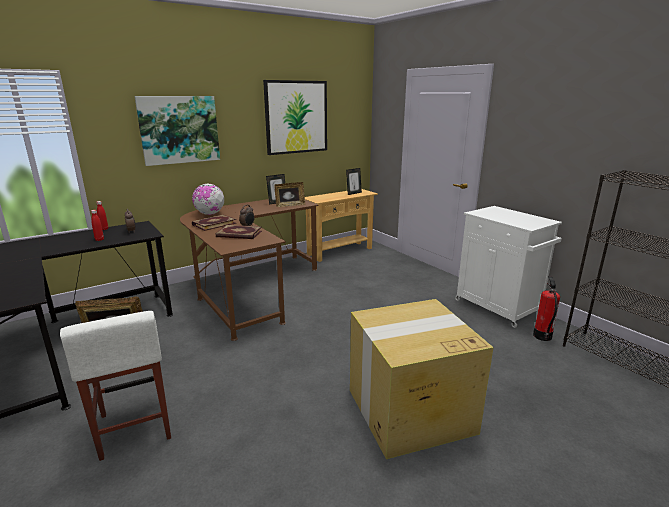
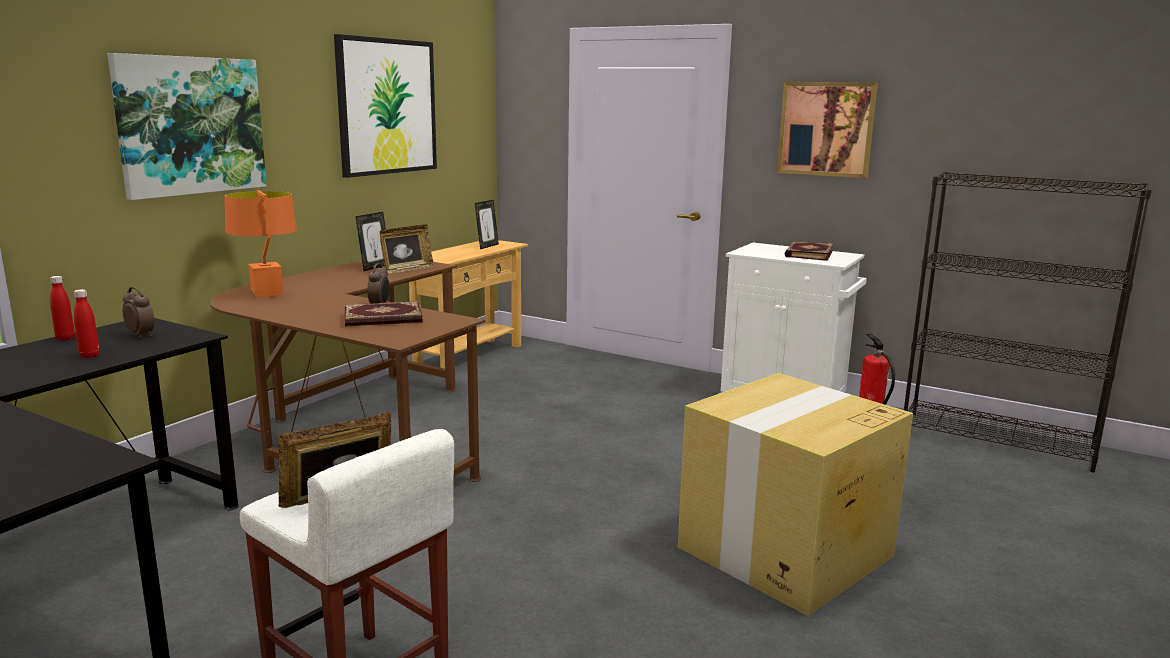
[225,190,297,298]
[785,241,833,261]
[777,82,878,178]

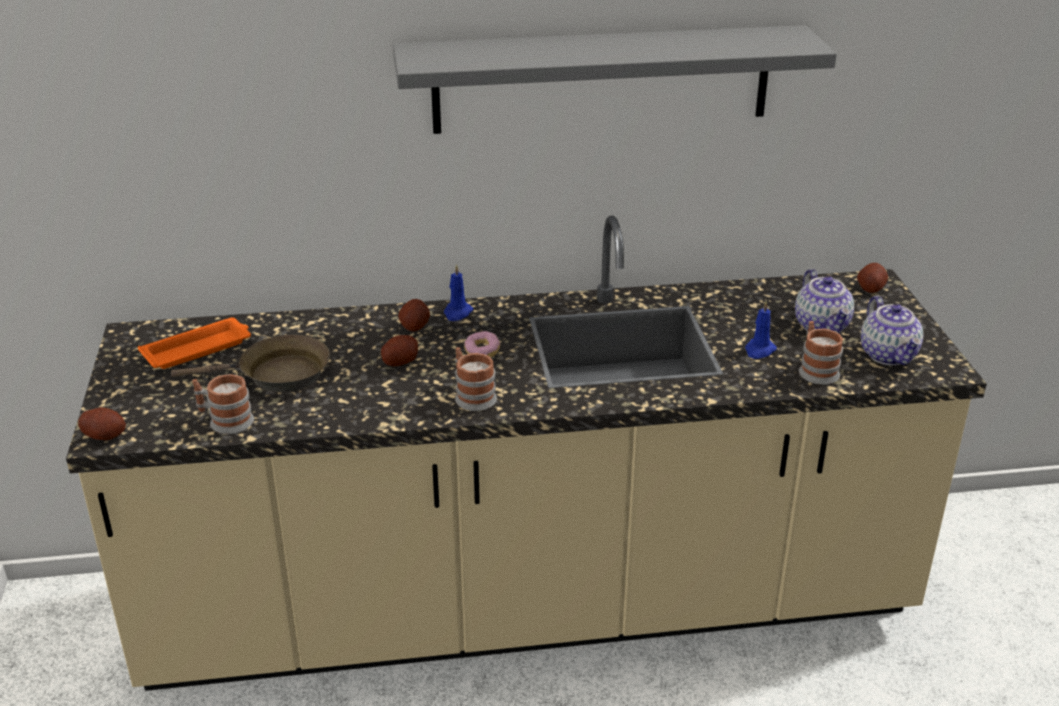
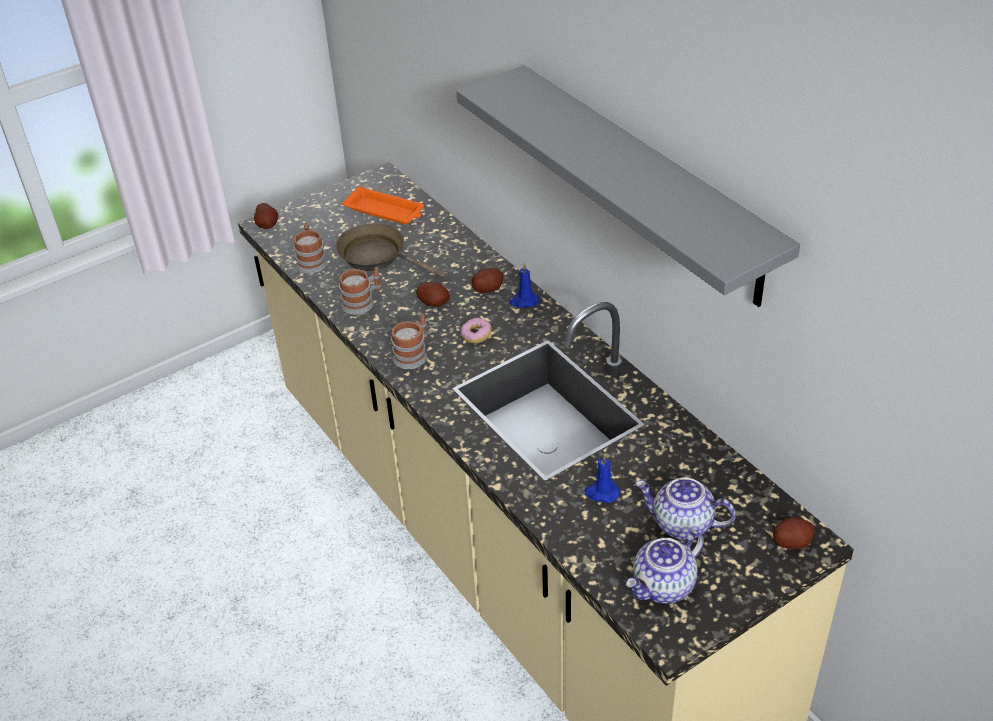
[636,477,736,540]
[339,267,381,315]
[336,223,447,278]

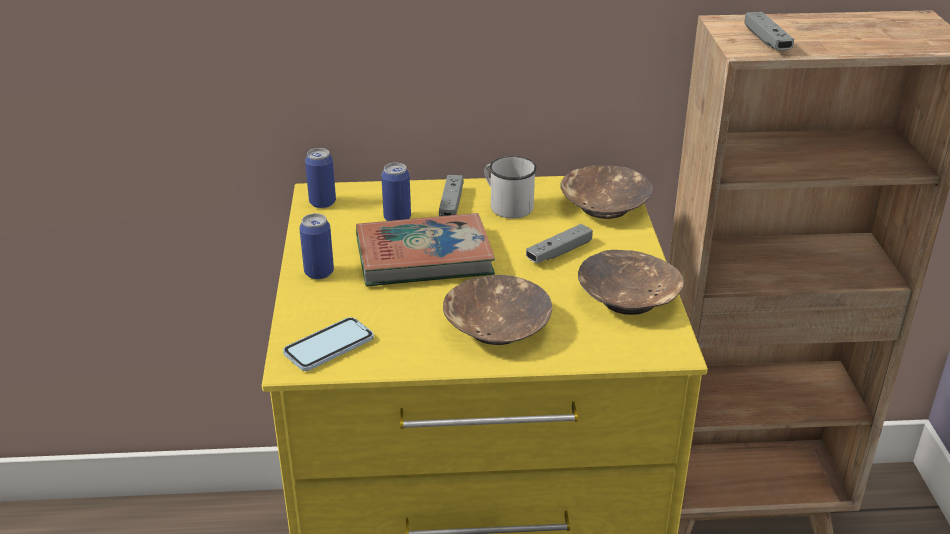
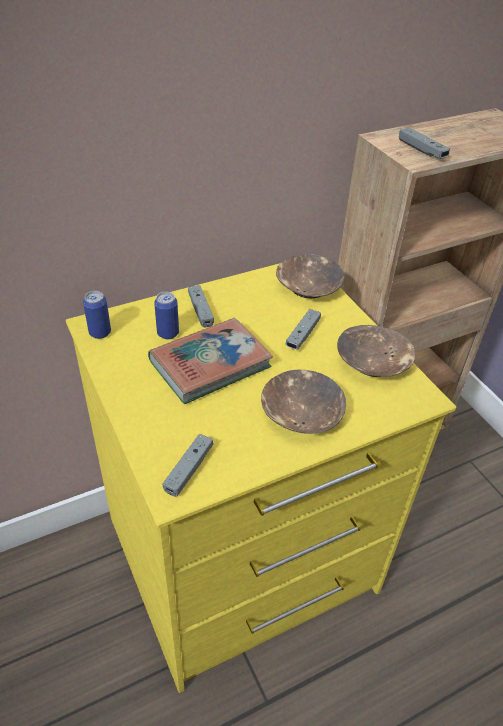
[484,156,537,219] (first image)
[299,213,334,280] (first image)
[163,434,213,497]

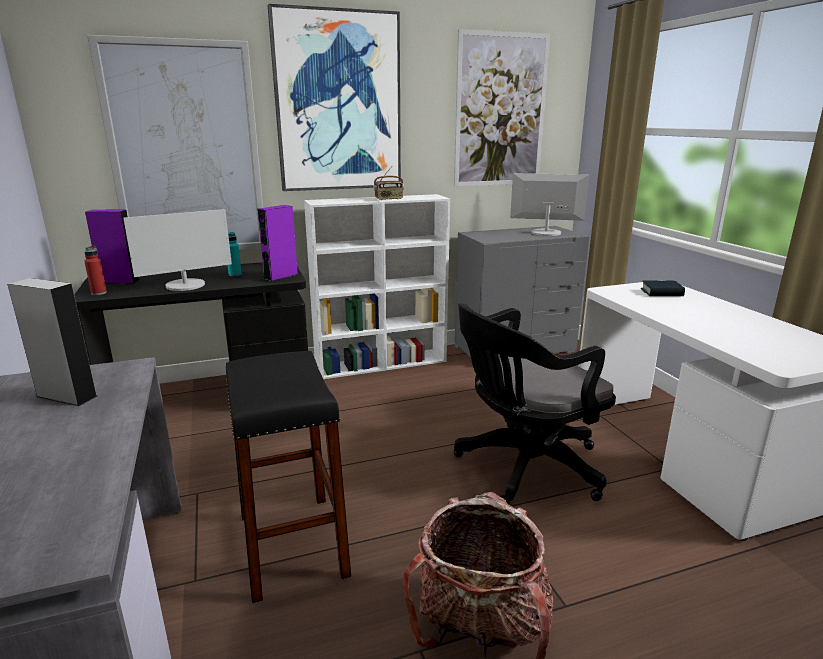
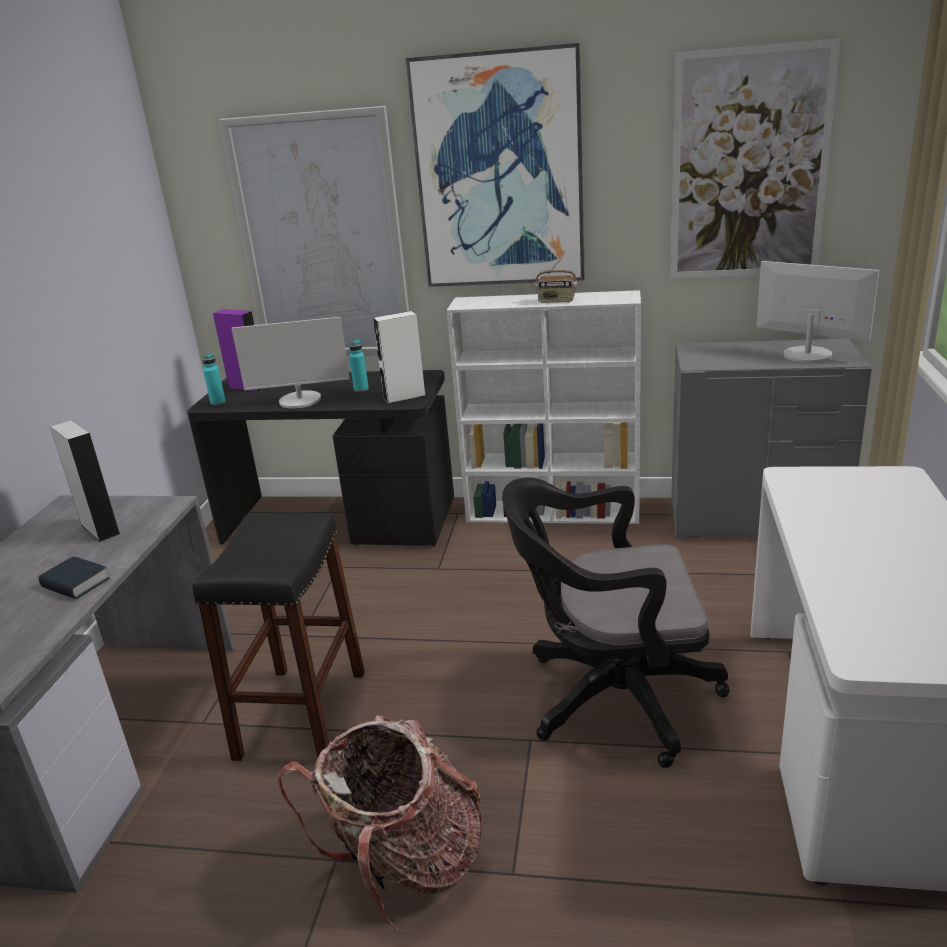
[373,311,426,404]
[203,353,226,405]
[38,557,110,599]

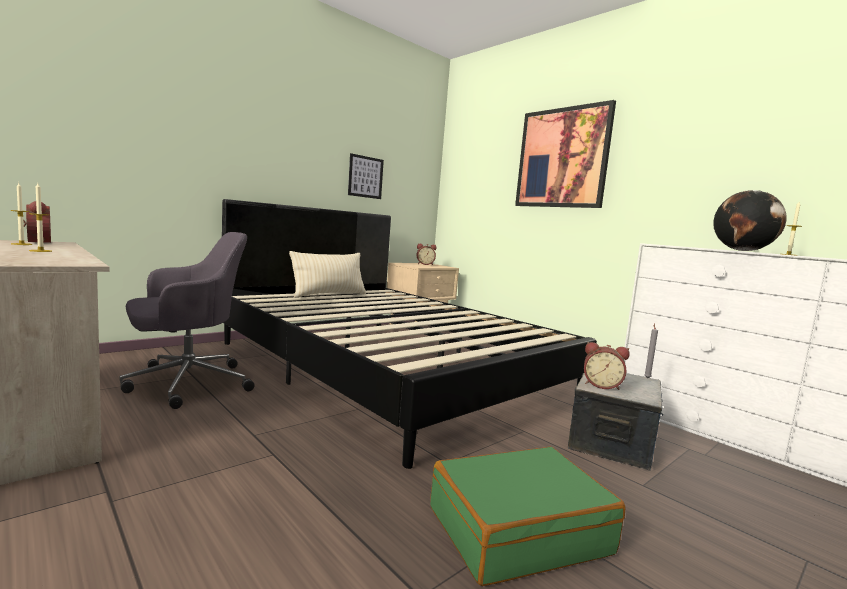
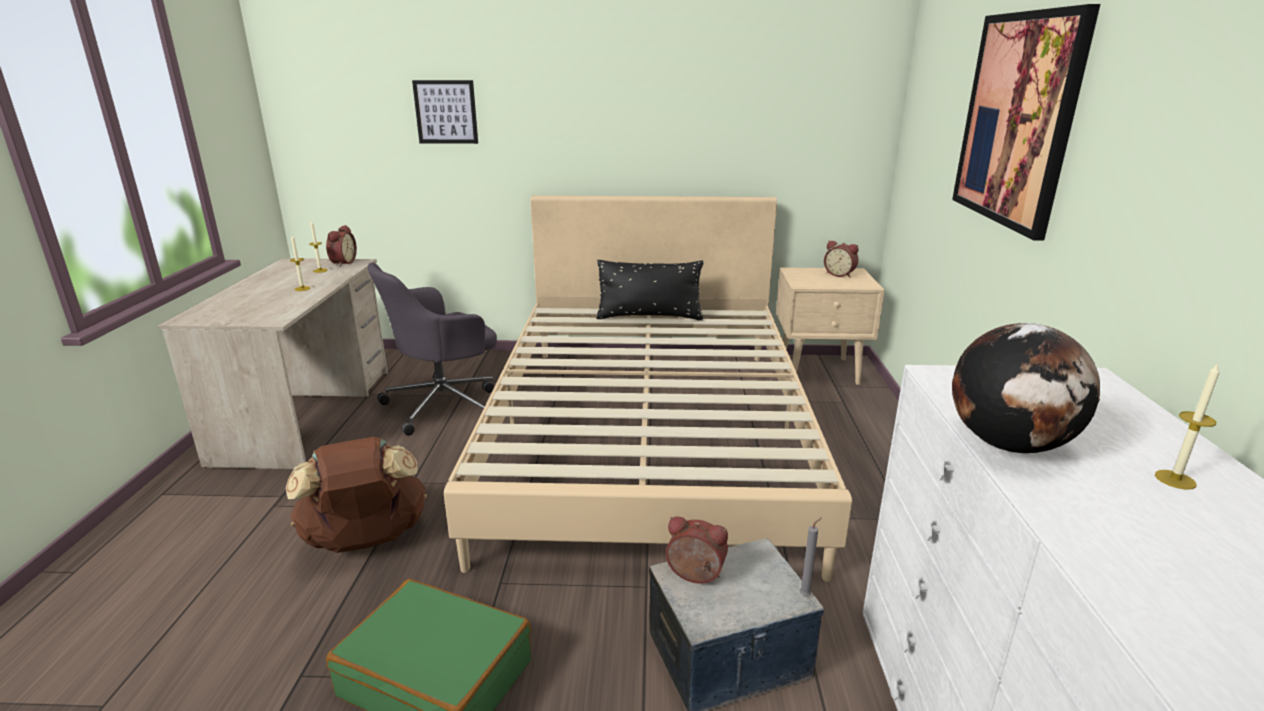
[412,80,478,144]
[444,195,852,582]
[368,262,497,436]
[596,260,704,320]
[666,516,728,584]
[286,437,427,553]

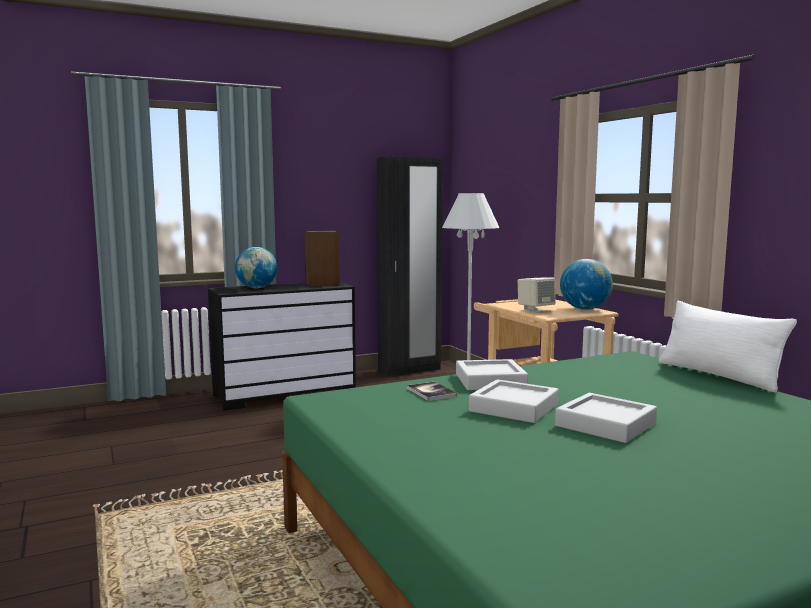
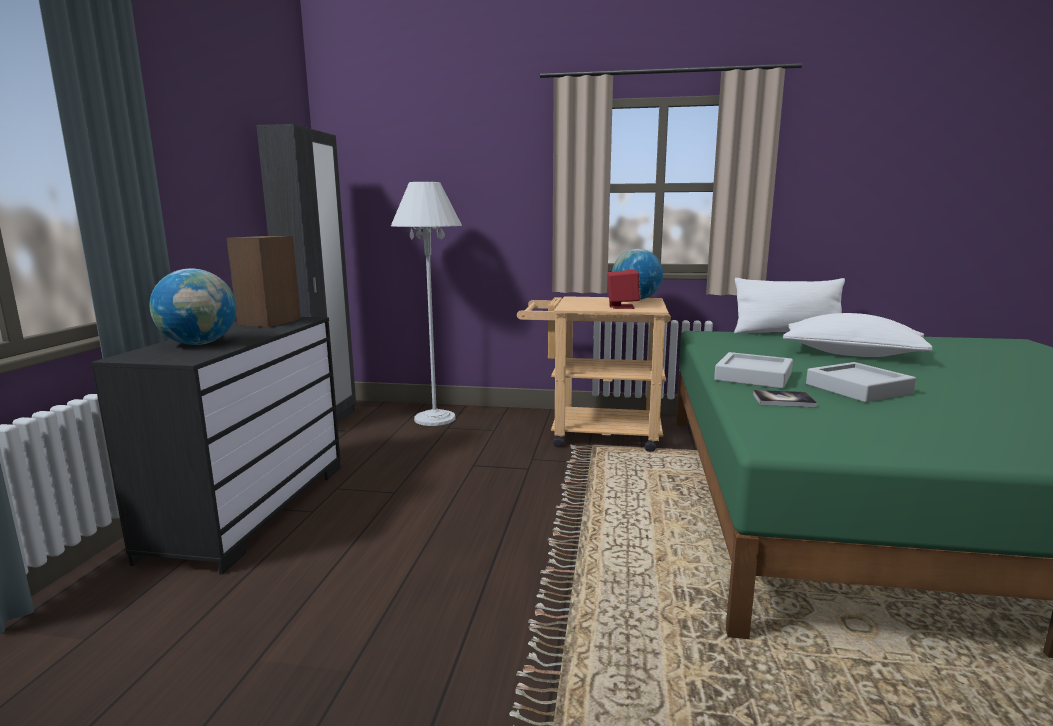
[607,269,641,309]
[555,393,657,443] (first image)
[783,313,933,357]

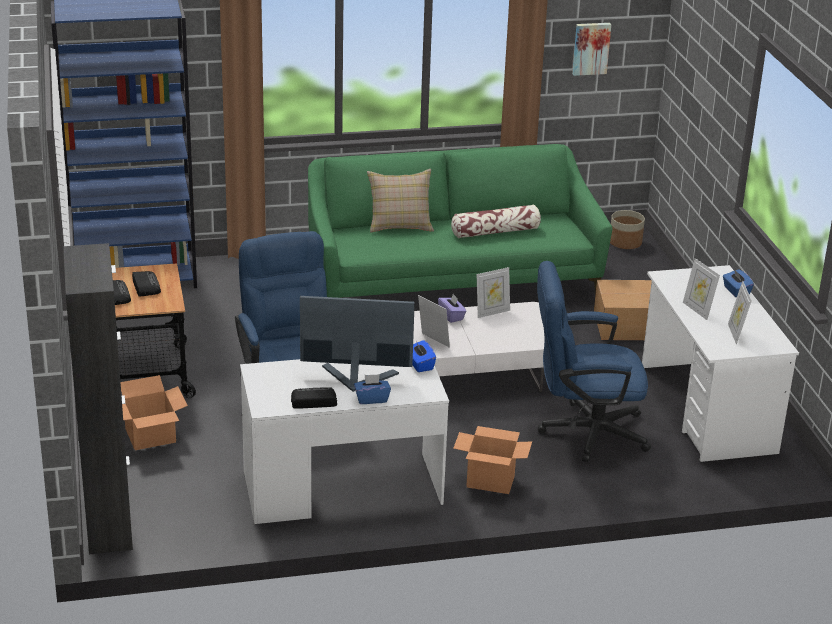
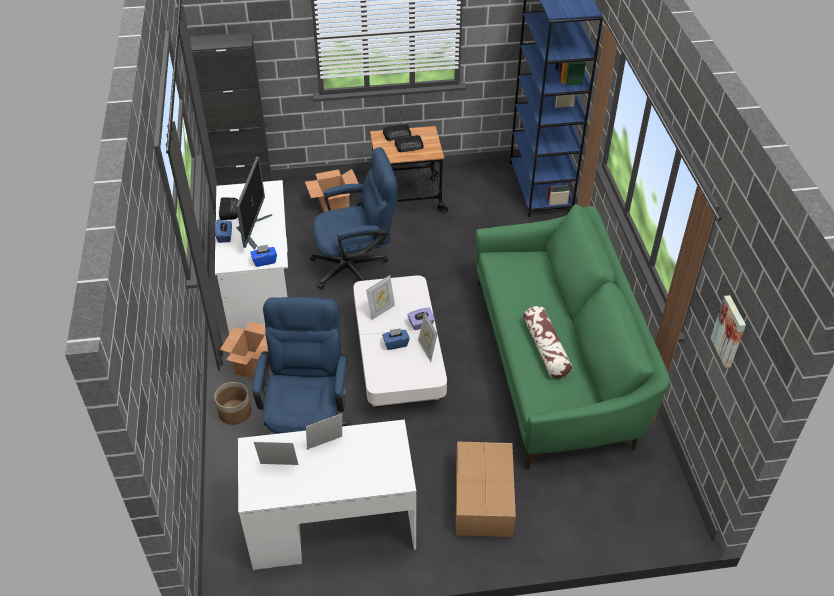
[367,169,434,233] (first image)
[214,382,251,425]
[382,328,410,350]

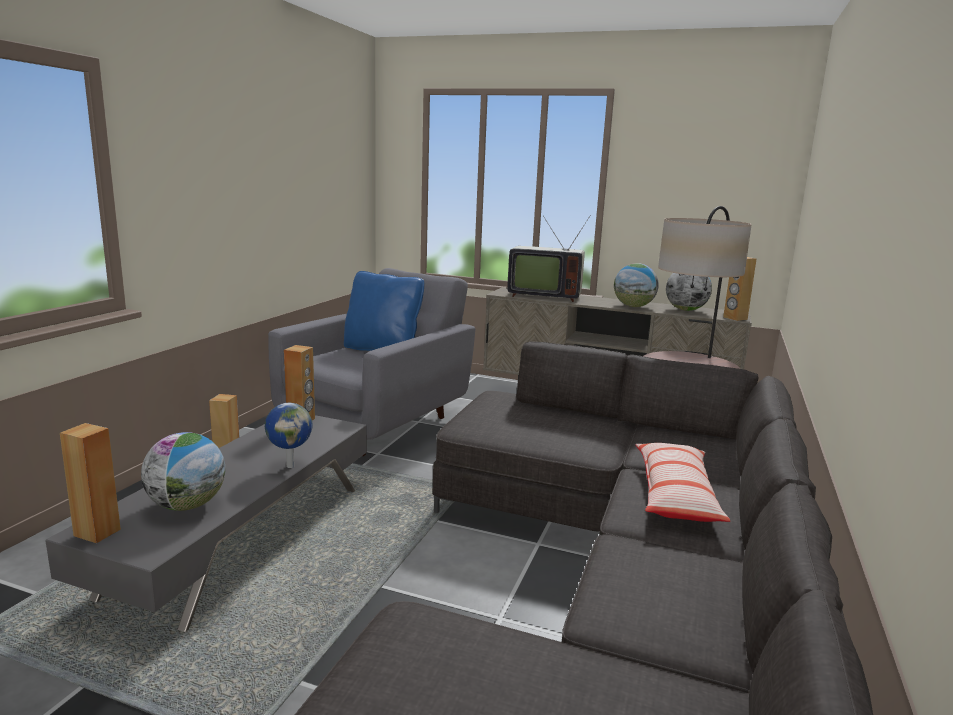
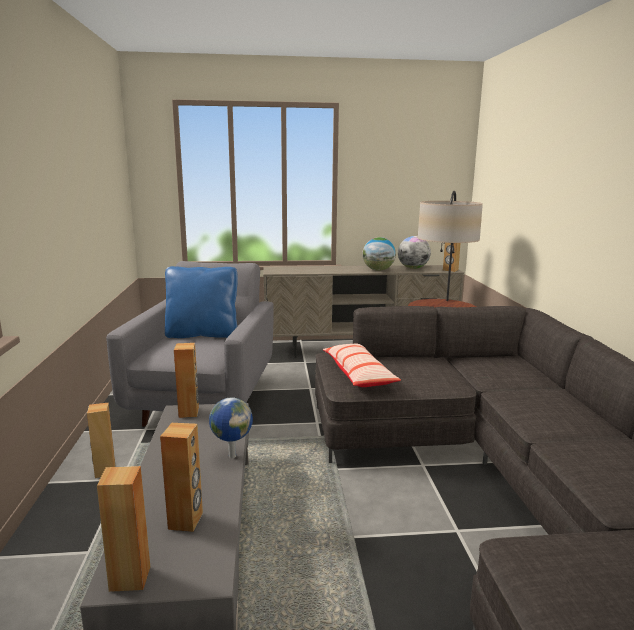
[508,215,591,302] (first image)
[160,423,203,532]
[323,344,401,387]

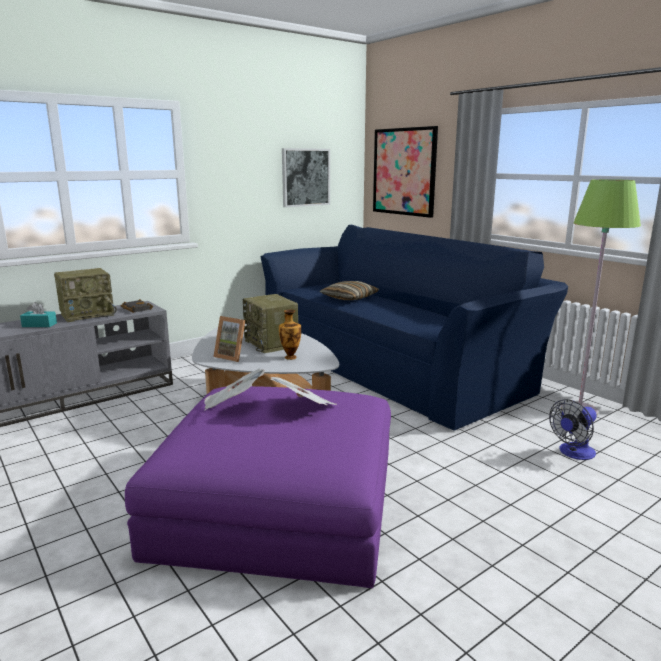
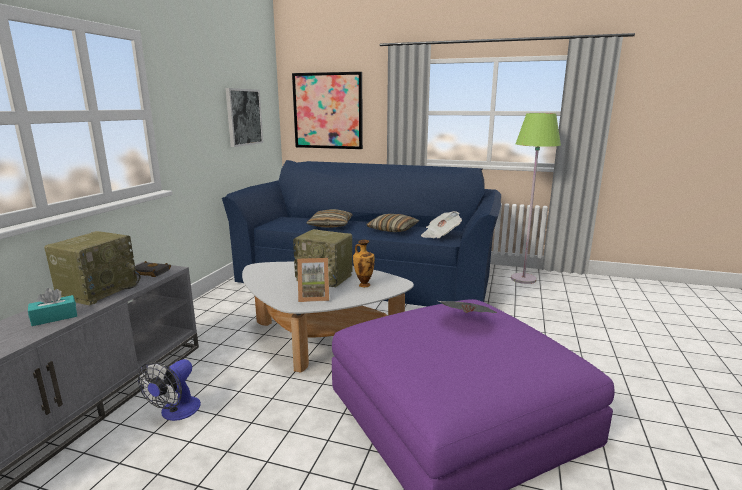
[421,211,462,239]
[138,359,201,421]
[366,214,420,232]

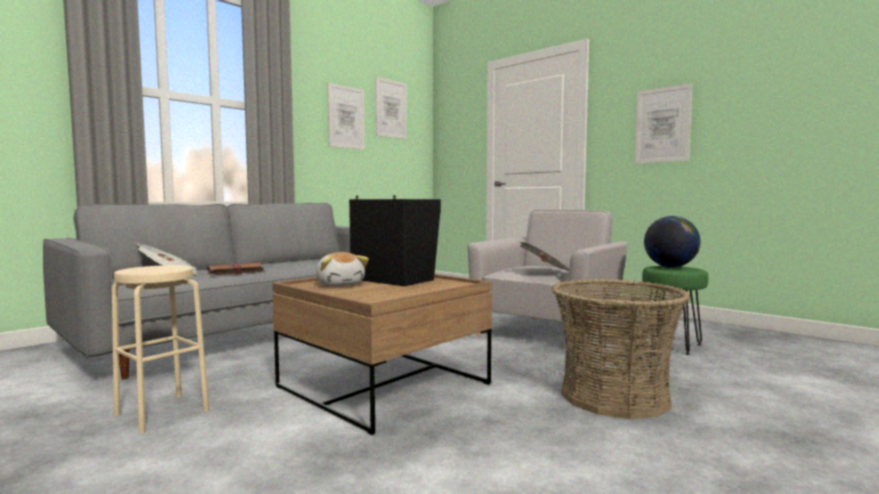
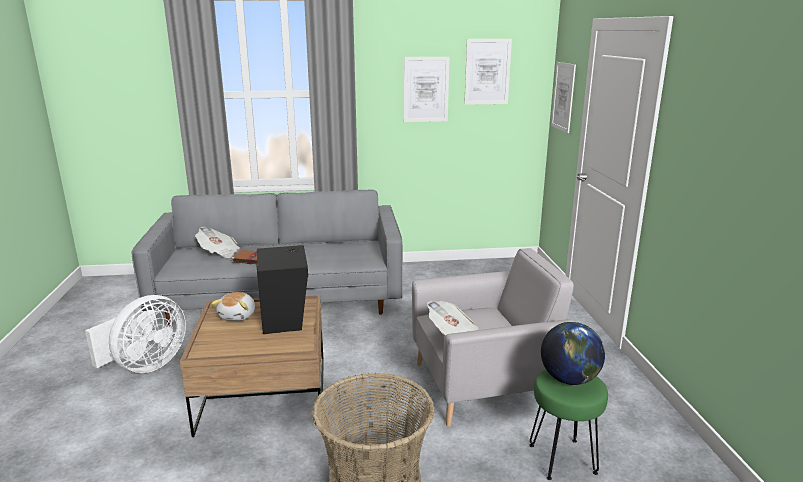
[551,62,576,133]
[85,295,186,373]

